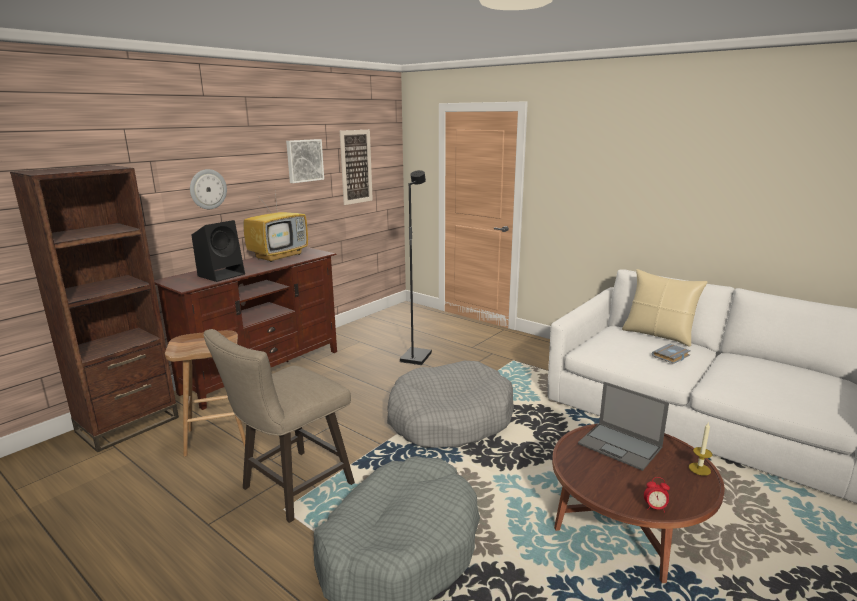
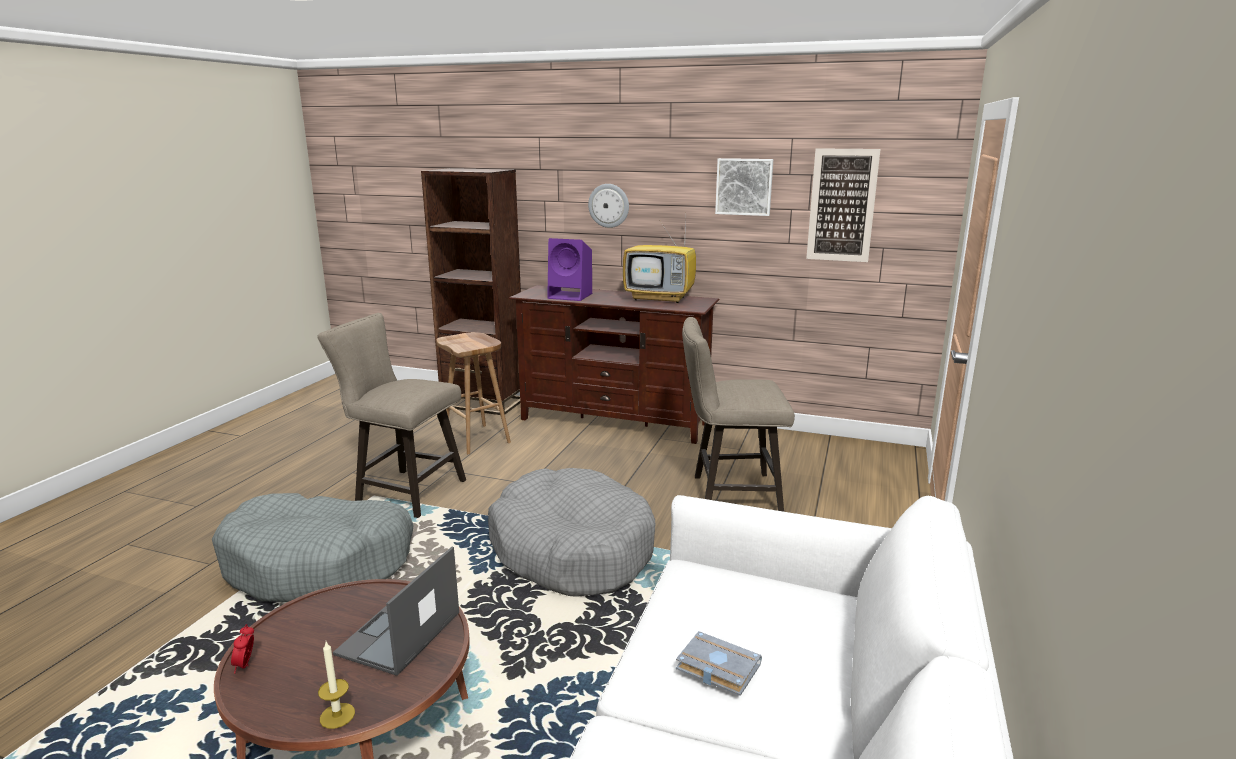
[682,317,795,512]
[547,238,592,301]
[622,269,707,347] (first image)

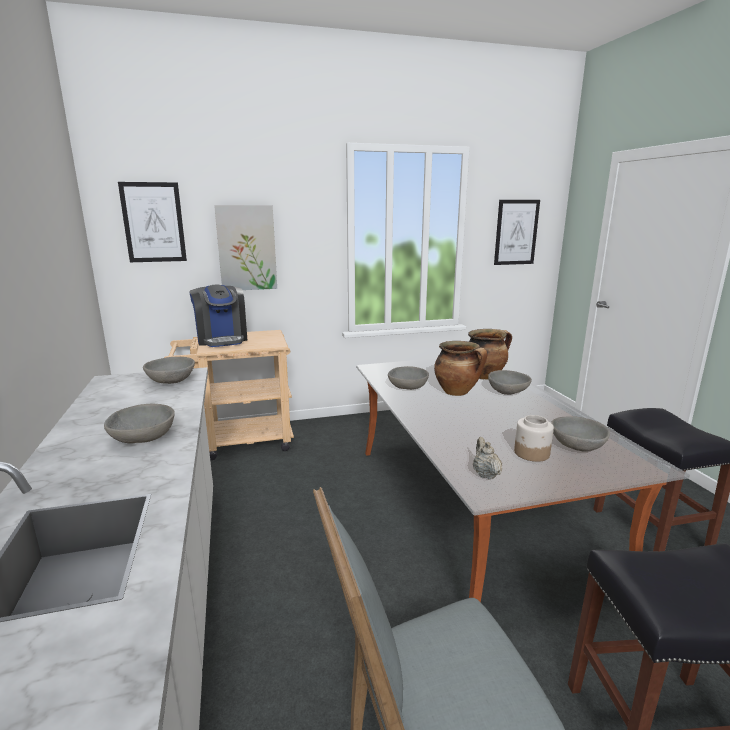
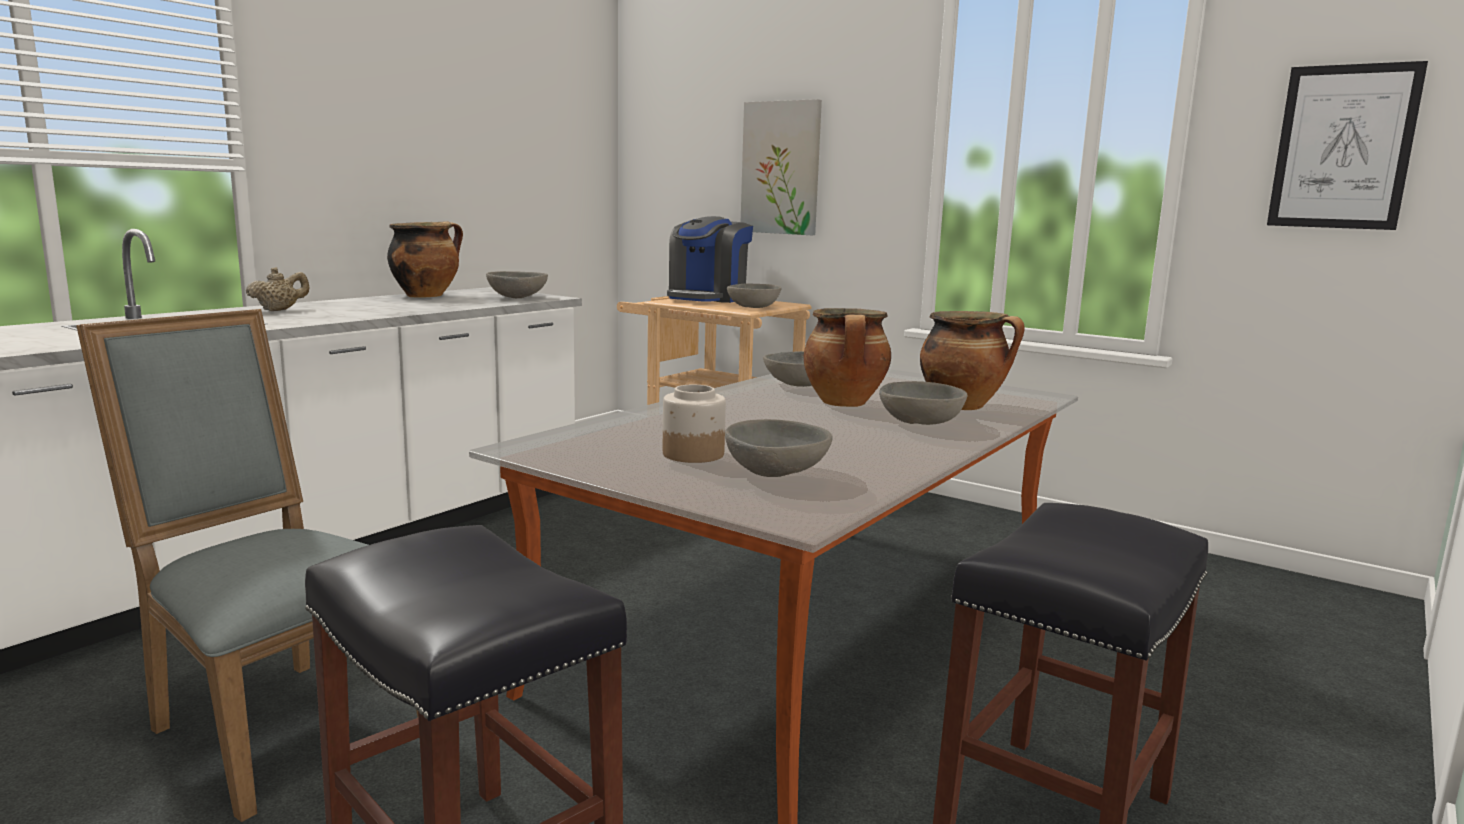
[118,182,187,262] (first image)
[727,283,782,308]
[246,267,309,311]
[387,221,463,298]

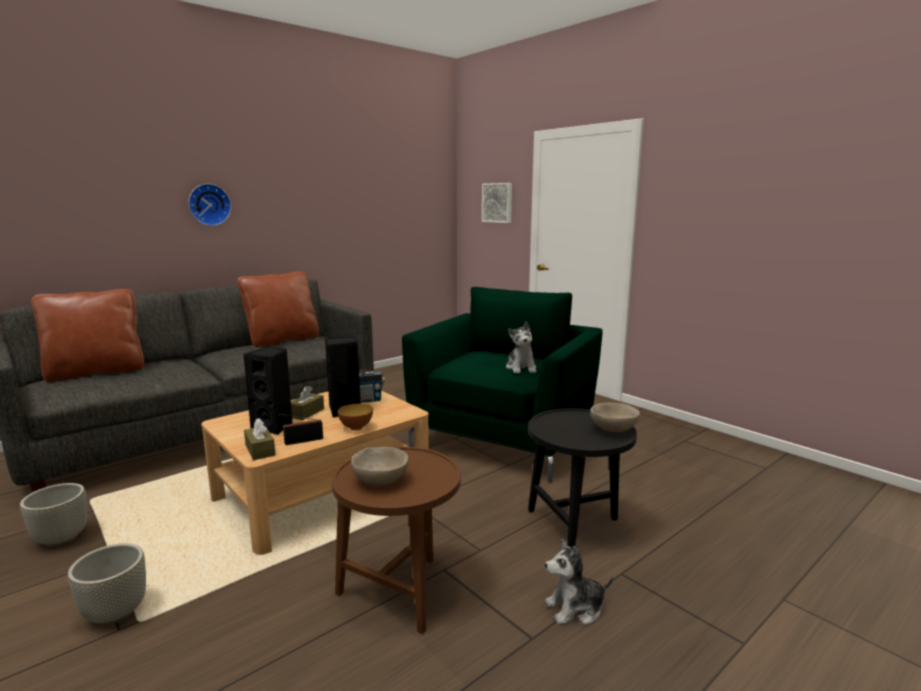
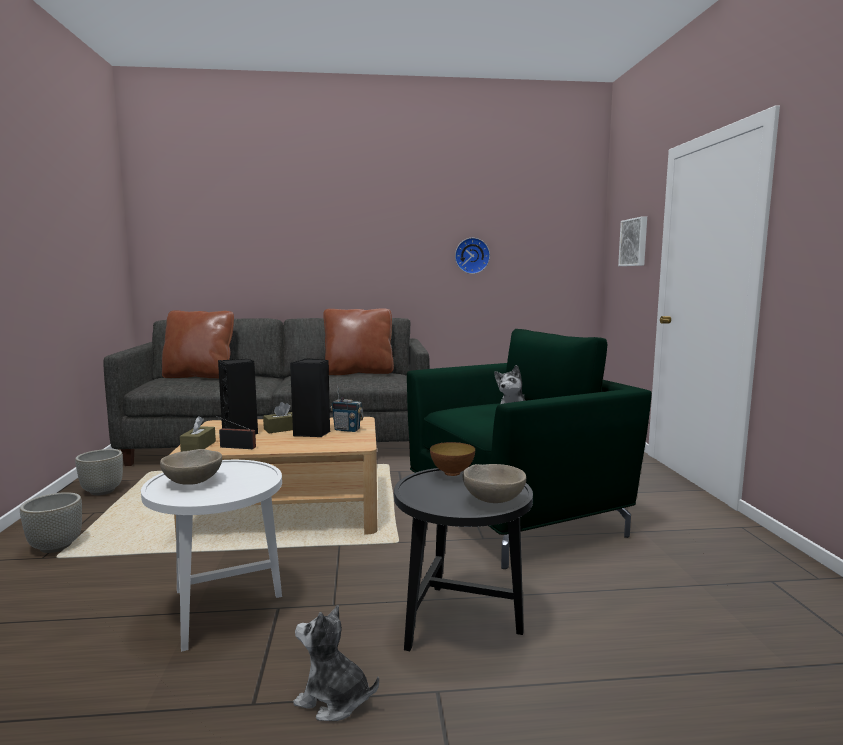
[455,238,490,274]
[430,442,475,476]
[141,460,282,652]

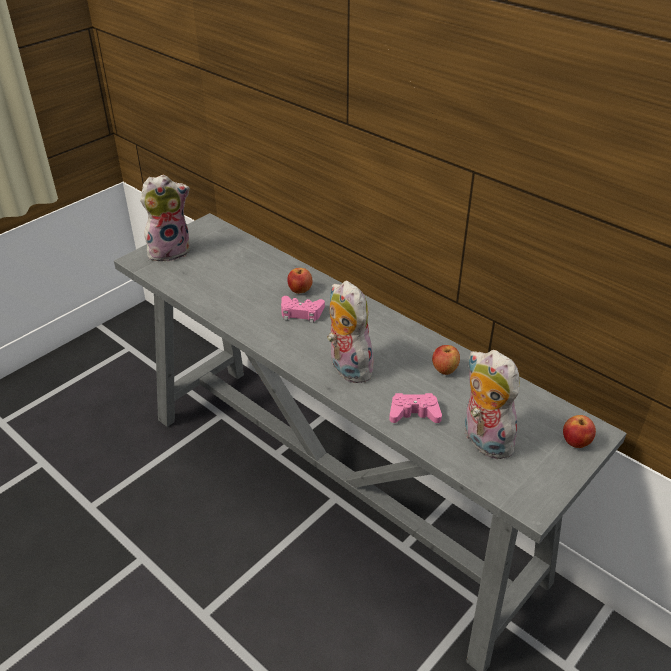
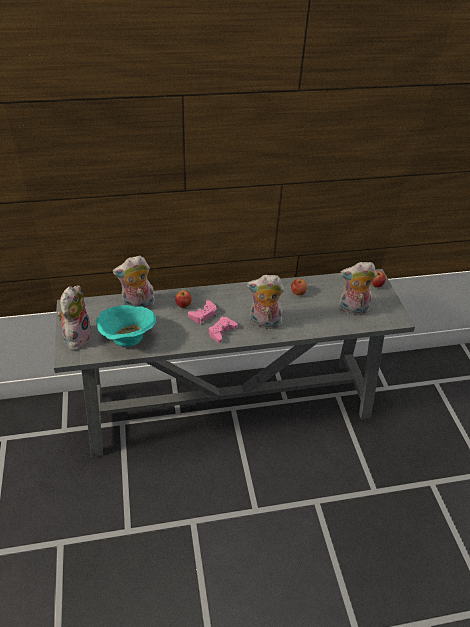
[208,317,237,343]
[113,255,155,308]
[96,305,156,347]

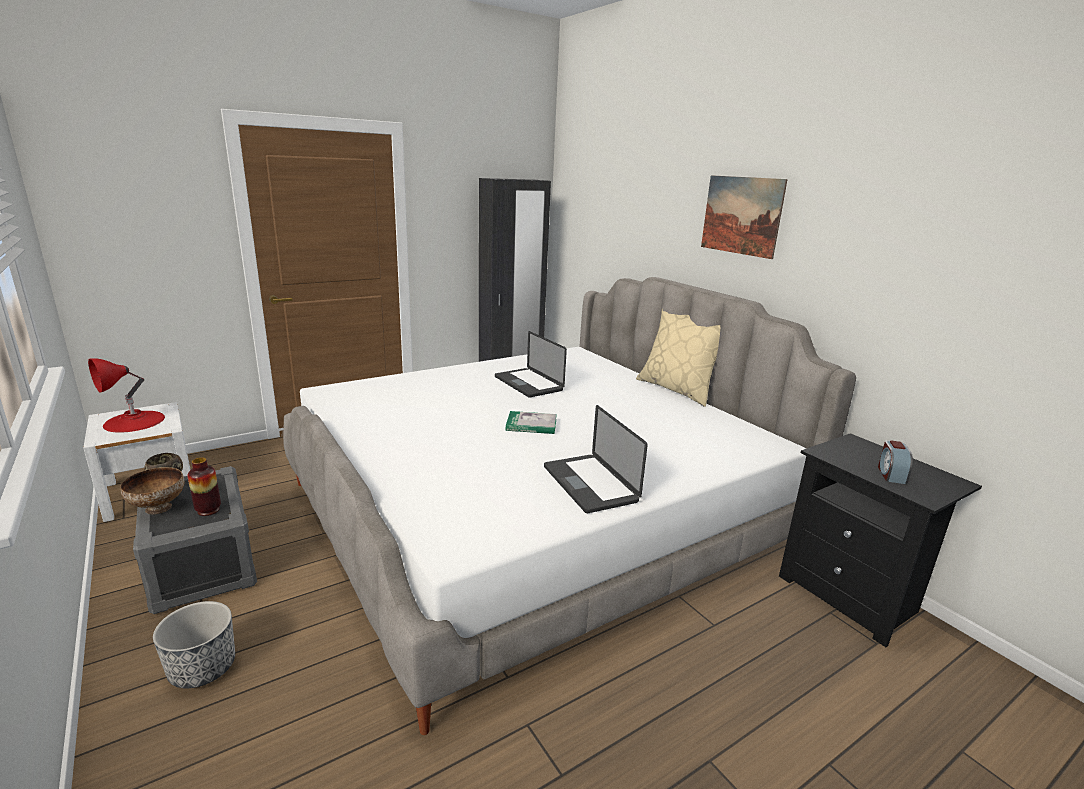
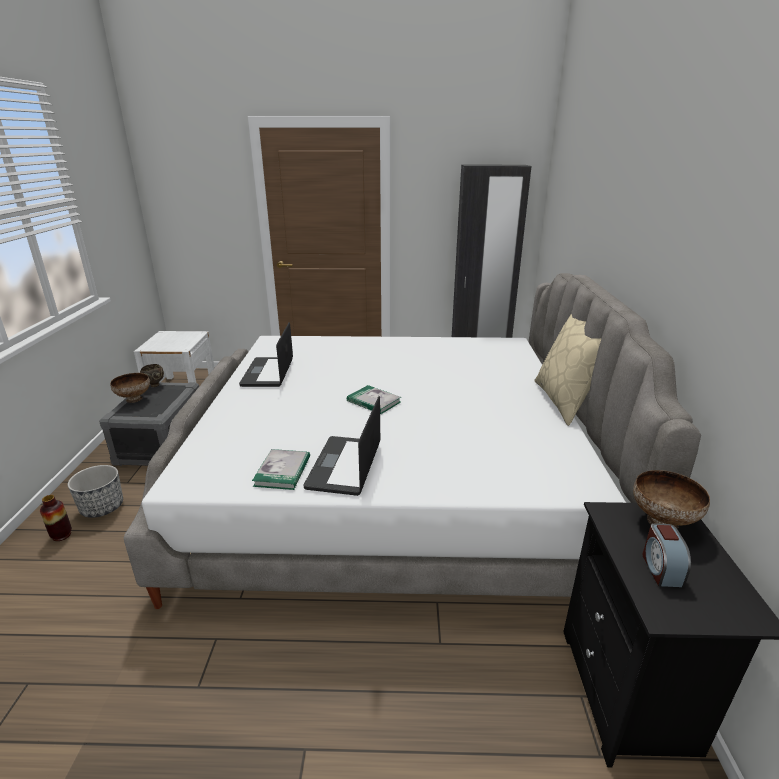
[701,175,788,259] (first image)
[239,322,293,387]
[88,358,165,433] (first image)
[642,523,691,587]
[40,495,72,541]
[252,449,310,490]
[633,470,710,529]

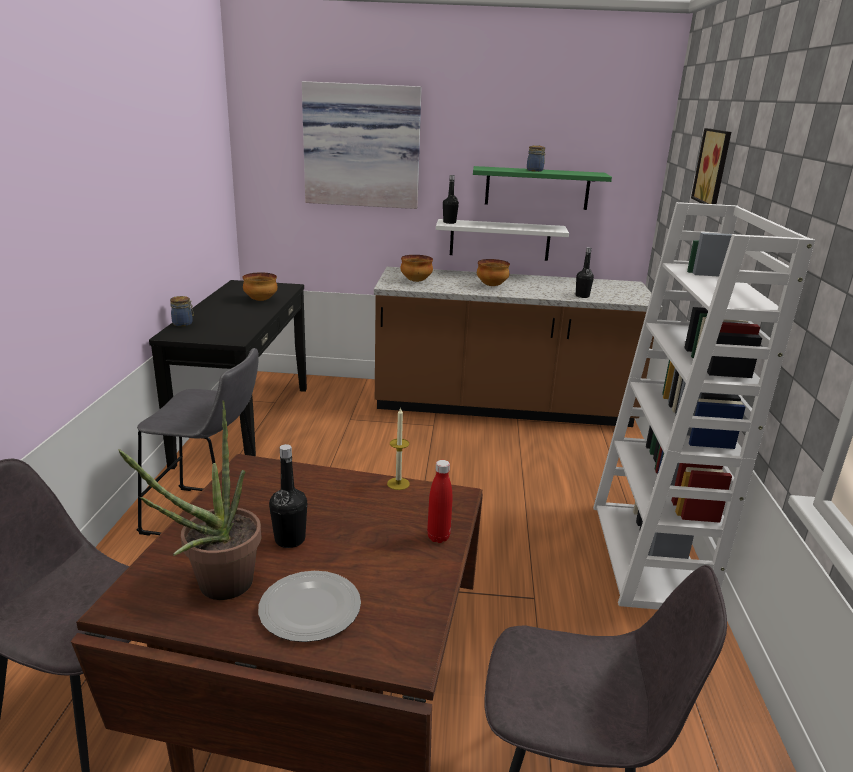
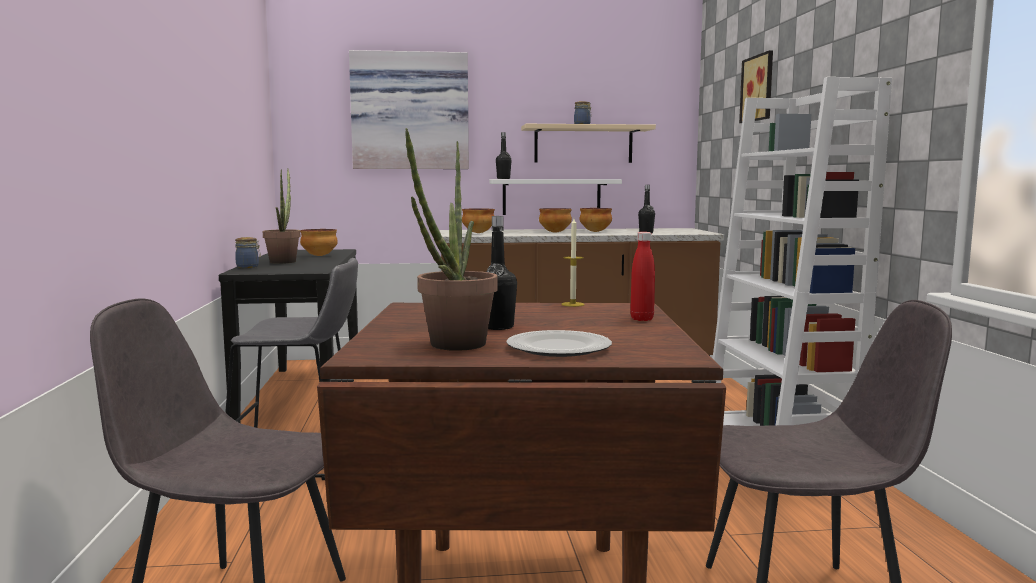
[521,124,656,163]
[263,168,300,264]
[580,208,612,232]

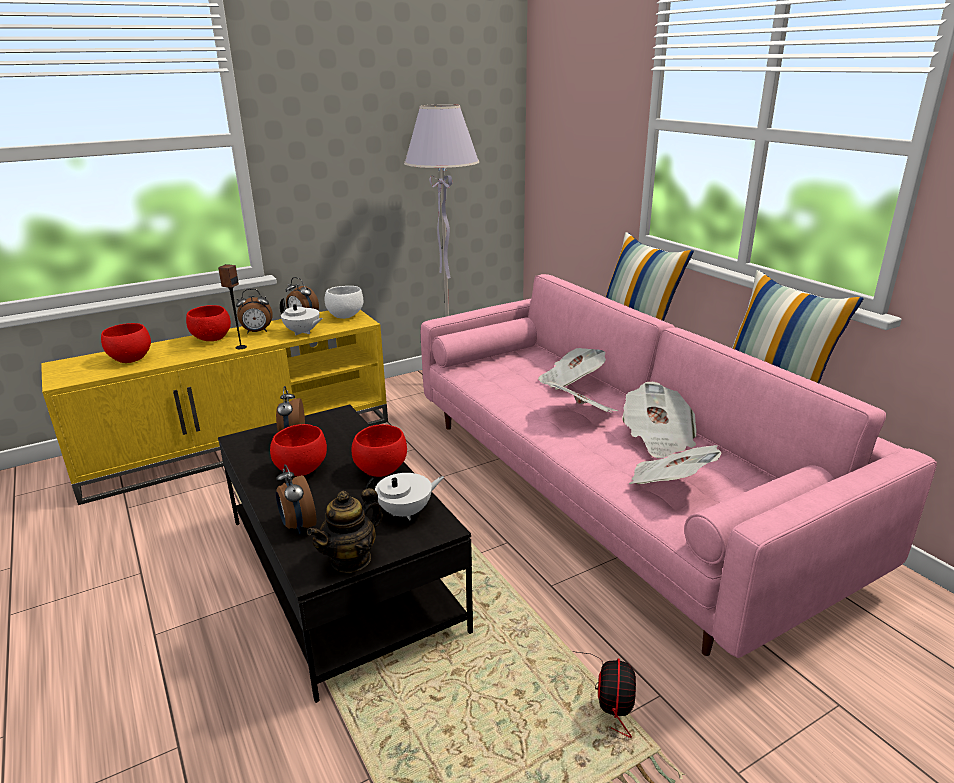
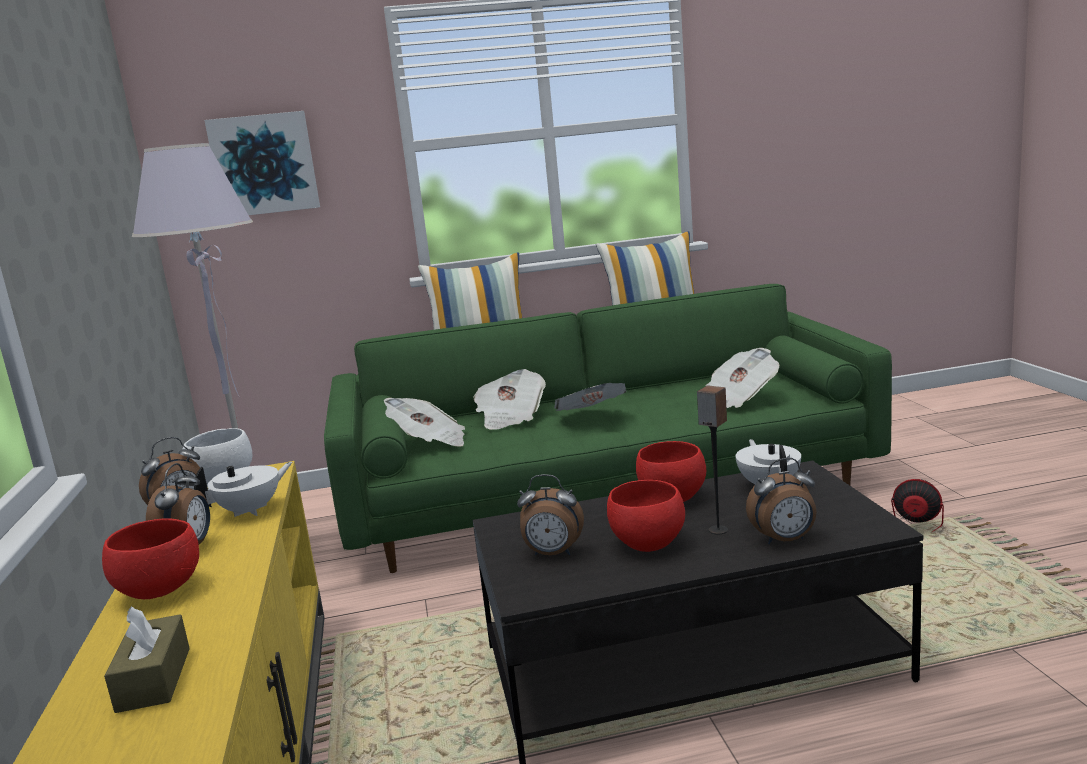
[697,385,728,535]
[324,284,892,573]
[104,606,190,713]
[384,398,465,447]
[307,488,383,573] (first image)
[204,111,320,215]

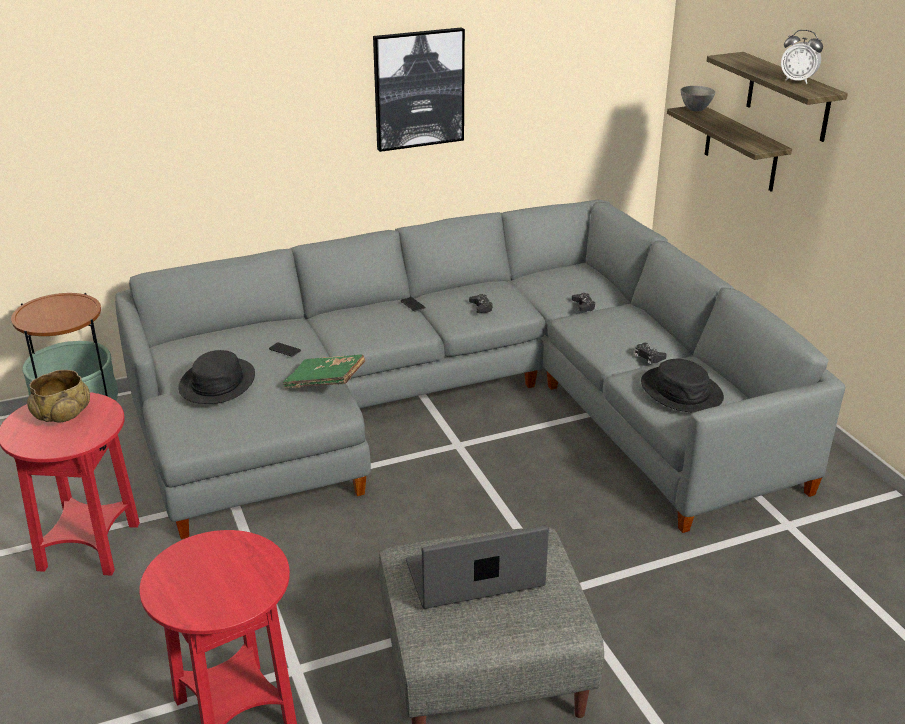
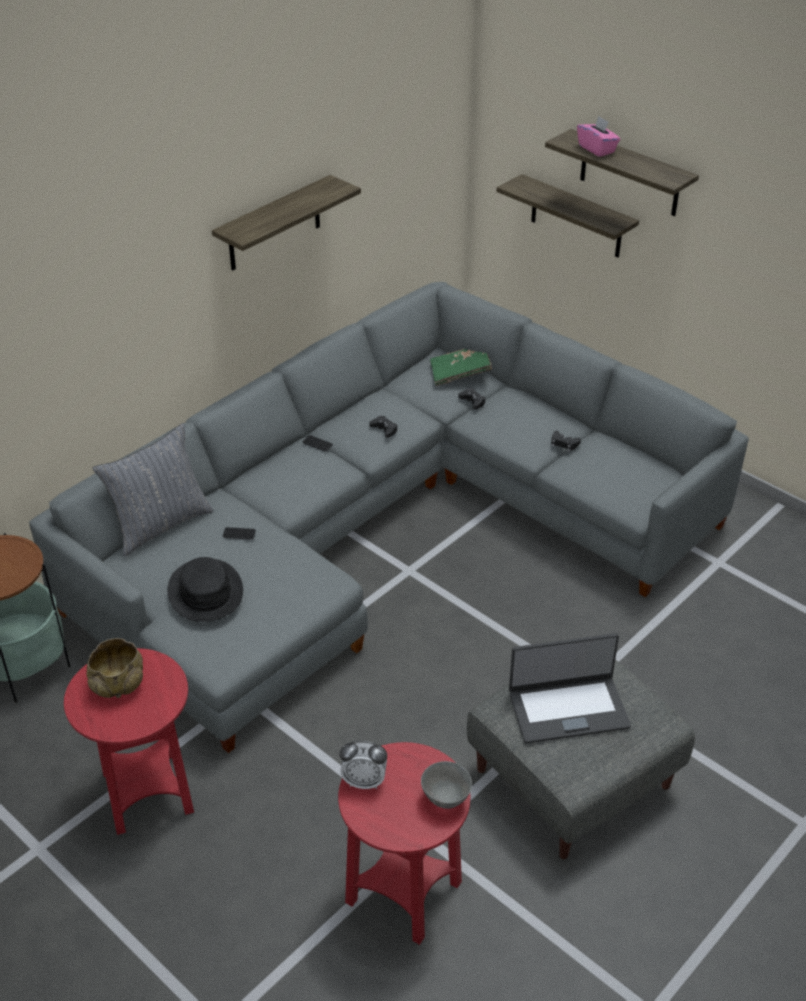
[212,175,361,271]
[339,741,387,789]
[421,761,472,809]
[430,349,492,386]
[641,359,724,413] (first image)
[509,633,631,743]
[577,116,620,157]
[93,423,213,556]

